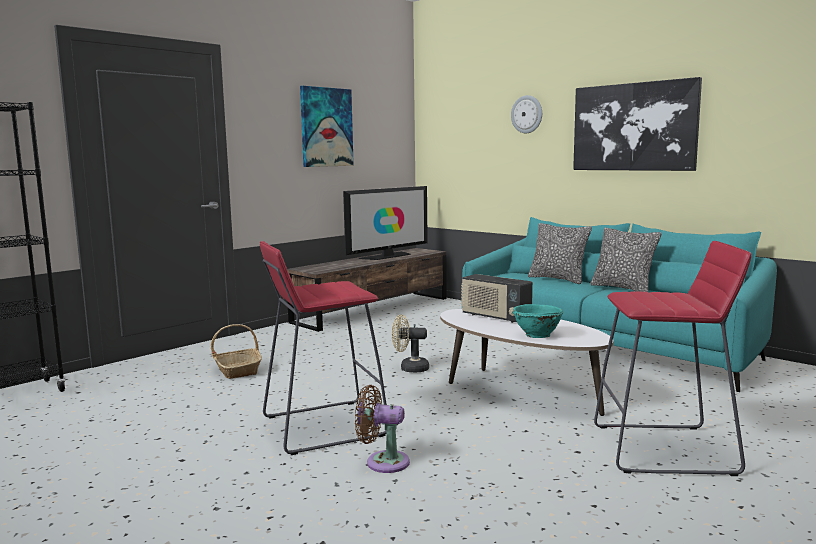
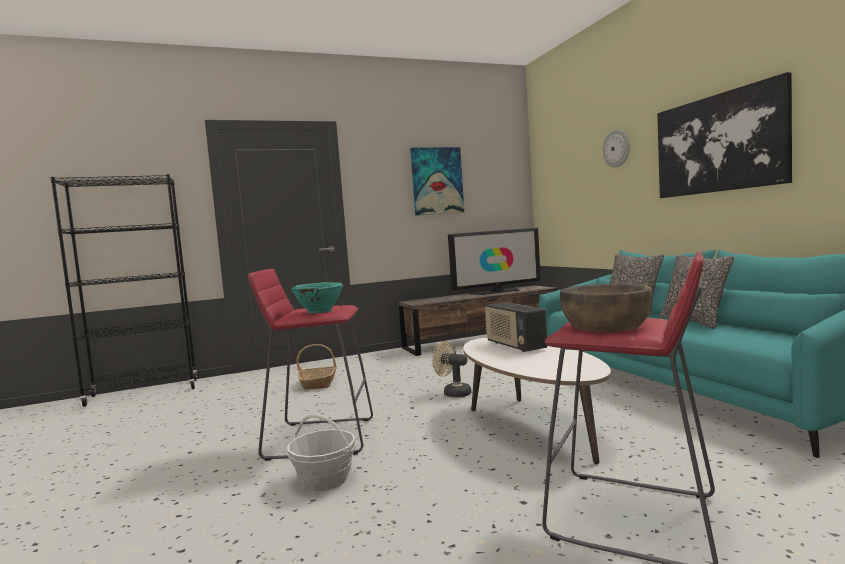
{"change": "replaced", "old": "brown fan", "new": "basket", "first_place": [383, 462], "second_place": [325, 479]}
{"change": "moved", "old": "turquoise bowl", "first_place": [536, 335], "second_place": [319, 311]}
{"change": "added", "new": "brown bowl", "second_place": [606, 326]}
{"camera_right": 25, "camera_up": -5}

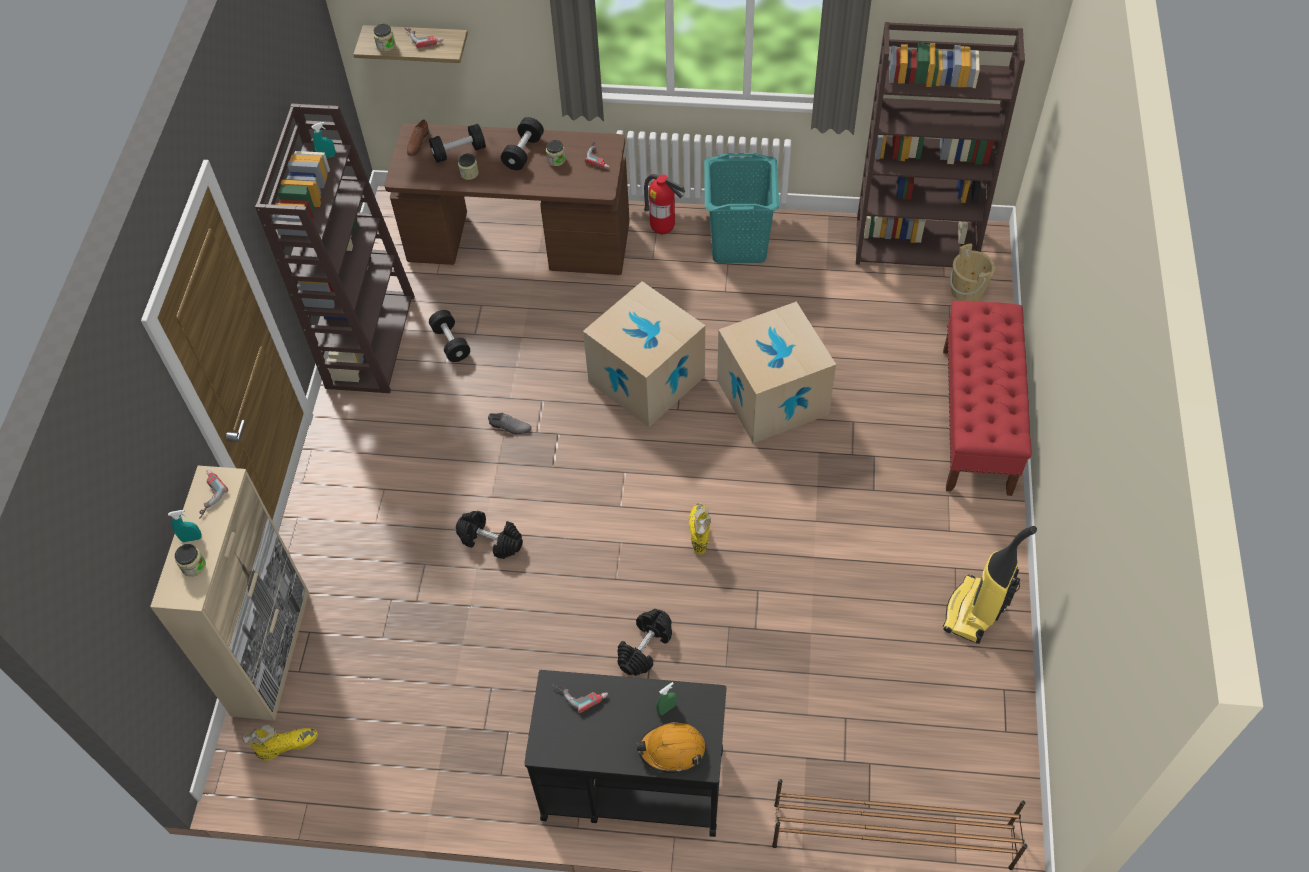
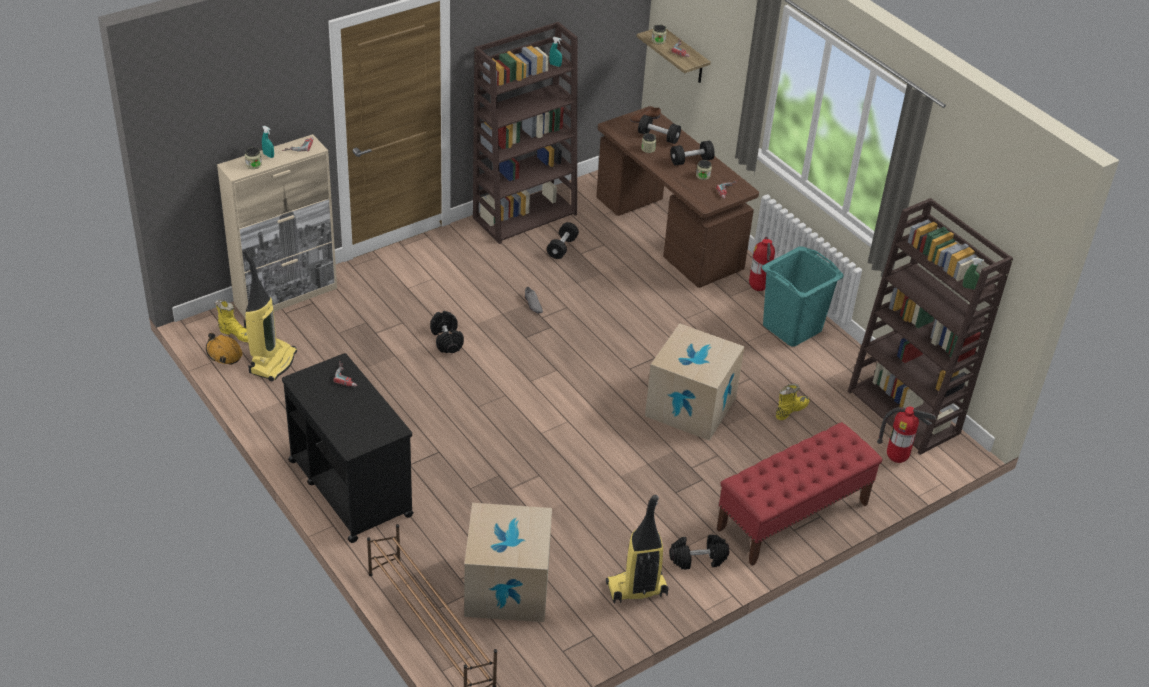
{"change": "moved", "old": "orange hard hat", "first_place": [672, 749], "second_place": [224, 353]}
{"change": "added", "new": "vacuum cleaner", "second_place": [272, 362]}
{"change": "moved", "old": "cardboard box", "first_place": [646, 379], "second_place": [507, 588]}
{"change": "moved", "old": "black dumbbell", "first_place": [645, 647], "second_place": [698, 559]}
{"change": "moved", "old": "yellow boot", "first_place": [698, 532], "second_place": [790, 410]}
{"change": "replaced", "old": "beige bucket", "new": "fire extinguisher", "first_place": [967, 291], "second_place": [897, 458]}
{"change": "moved", "old": "green spray bottle", "first_place": [666, 708], "second_place": [969, 287]}
{"camera_right": 45, "camera_up": -15}

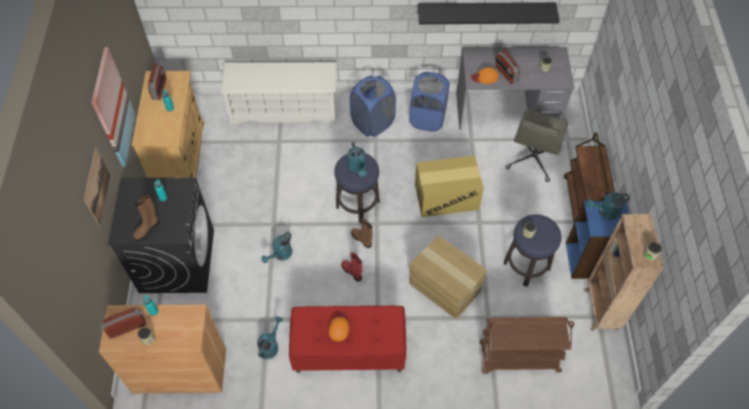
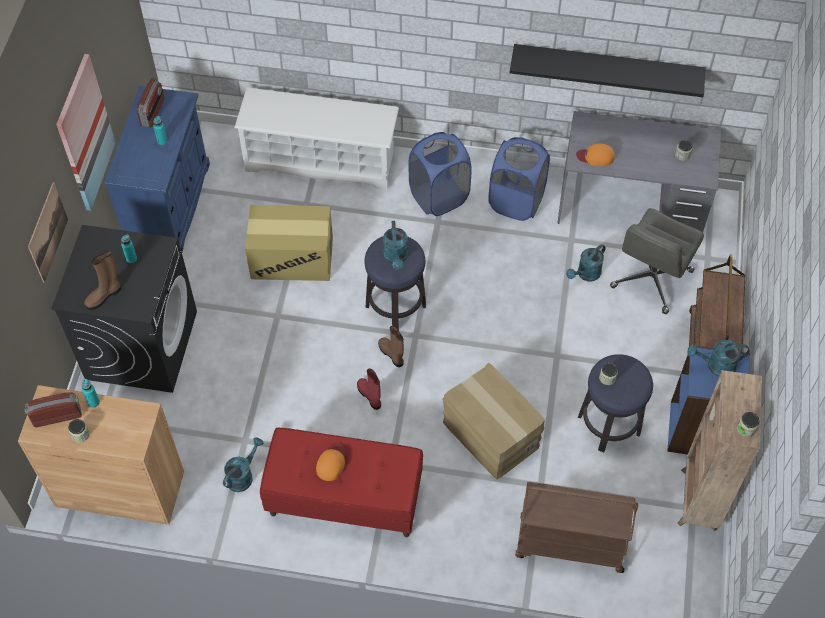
{"change": "recoloured", "old": "beige cabinet", "new": "blue cabinet", "first_place": [179, 156], "second_place": [169, 205]}
{"change": "moved", "old": "cardboard box", "first_place": [446, 197], "second_place": [291, 258]}
{"change": "moved", "old": "turquoise watering can", "first_place": [280, 255], "second_place": [586, 274]}
{"change": "removed", "old": "radio", "first_place": [505, 73]}
{"camera_right": 10, "camera_up": 0}

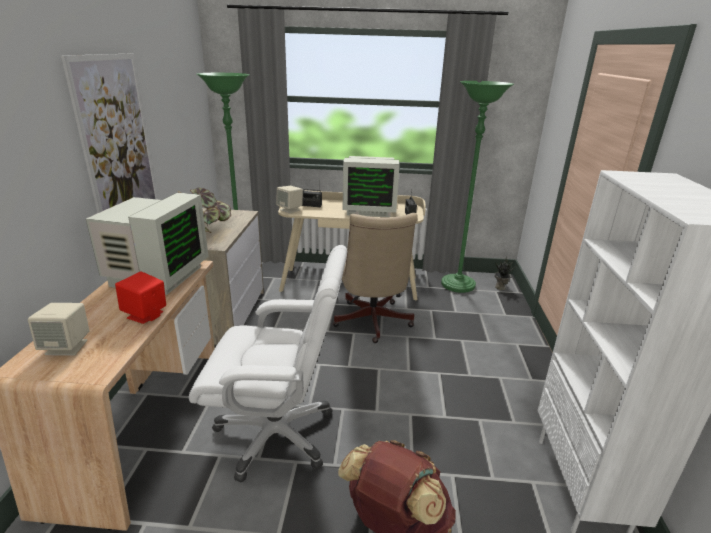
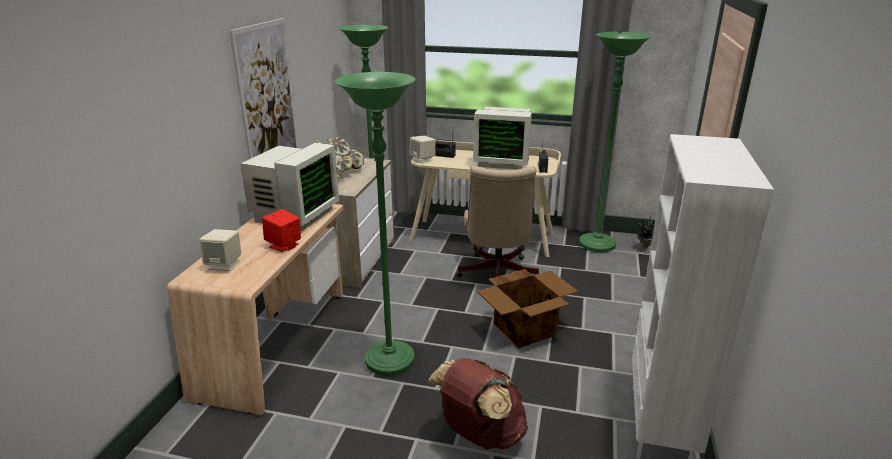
{"change": "replaced", "old": "white office chair", "new": "green floor lamp", "first_place": [277, 433], "second_place": [389, 360]}
{"change": "added", "new": "cardboard box", "second_place": [525, 329]}
{"camera_right": 10, "camera_up": 0}

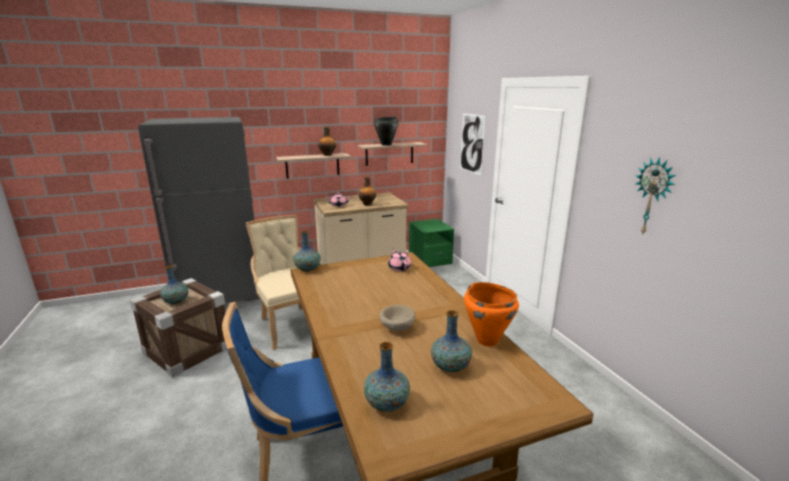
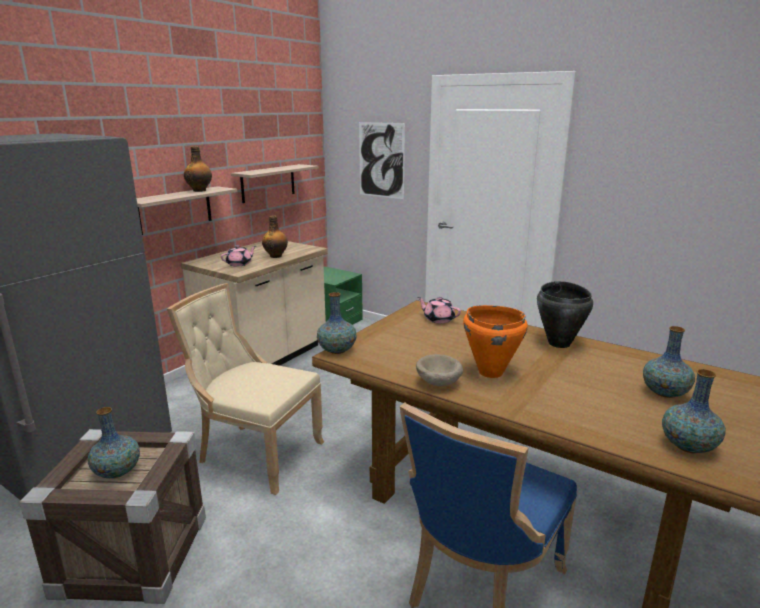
{"change": "moved", "old": "beige bowl", "first_place": [396, 328], "second_place": [438, 383]}
{"change": "moved", "old": "orange cooking pot", "first_place": [487, 340], "second_place": [490, 372]}
{"change": "moved", "old": "black cooking pot", "first_place": [386, 144], "second_place": [559, 343]}
{"change": "removed", "old": "wall clock", "first_place": [653, 197]}
{"camera_right": -35, "camera_up": 0}

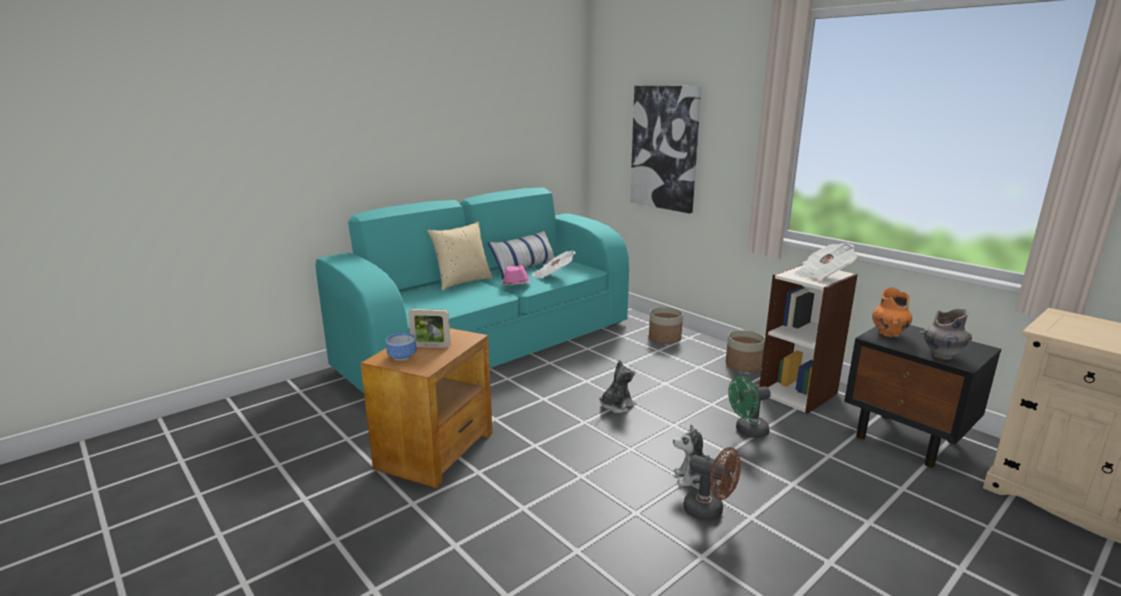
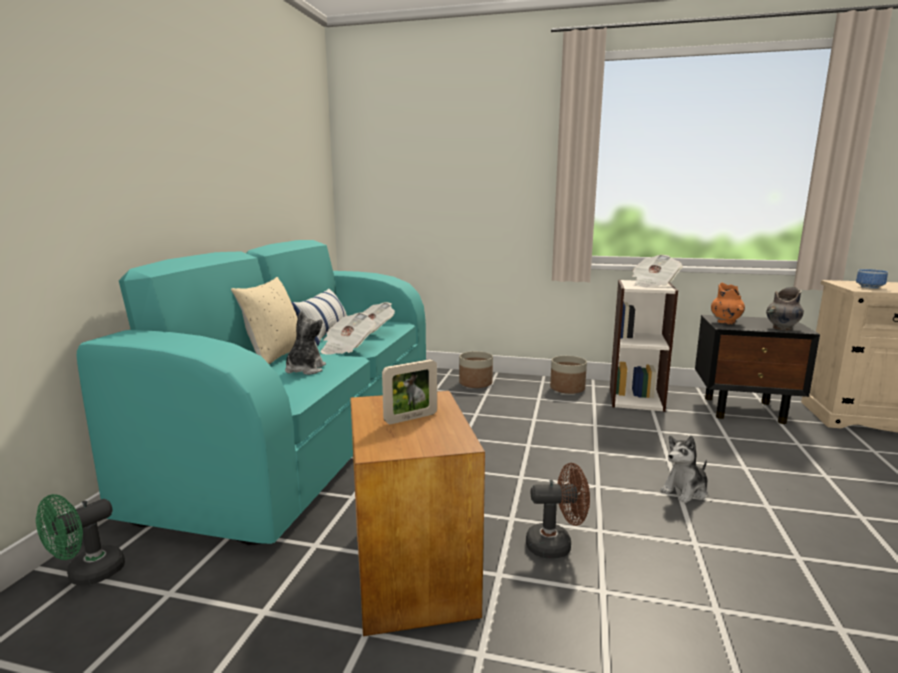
{"change": "moved", "old": "green fan", "first_place": [747, 431], "second_place": [87, 575]}
{"change": "moved", "old": "plush toy", "first_place": [616, 406], "second_place": [304, 370]}
{"change": "replaced", "old": "pink hat", "new": "newspaper", "first_place": [515, 286], "second_place": [347, 348]}
{"change": "moved", "old": "brown fan", "first_place": [709, 511], "second_place": [556, 545]}
{"change": "moved", "old": "bowl", "first_place": [403, 356], "second_place": [868, 287]}
{"change": "removed", "old": "picture", "first_place": [664, 148]}
{"camera_right": -35, "camera_up": -5}

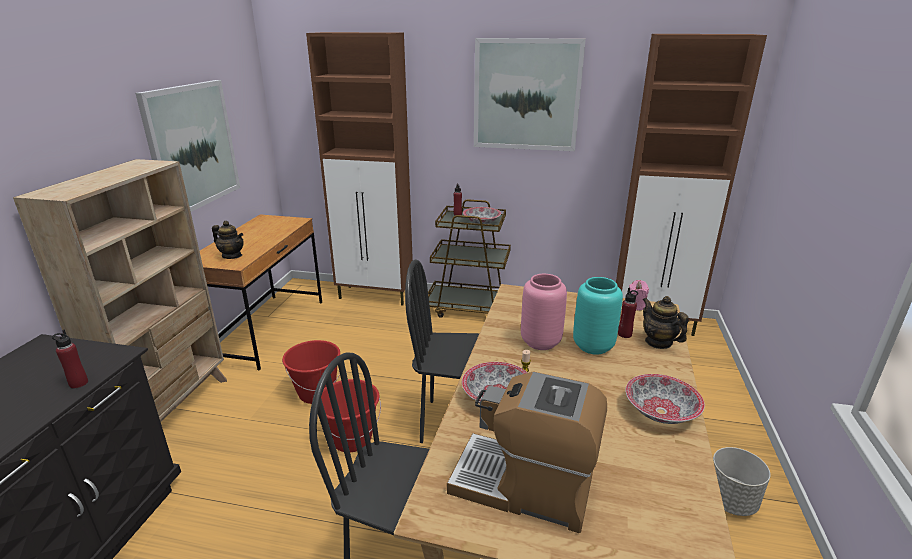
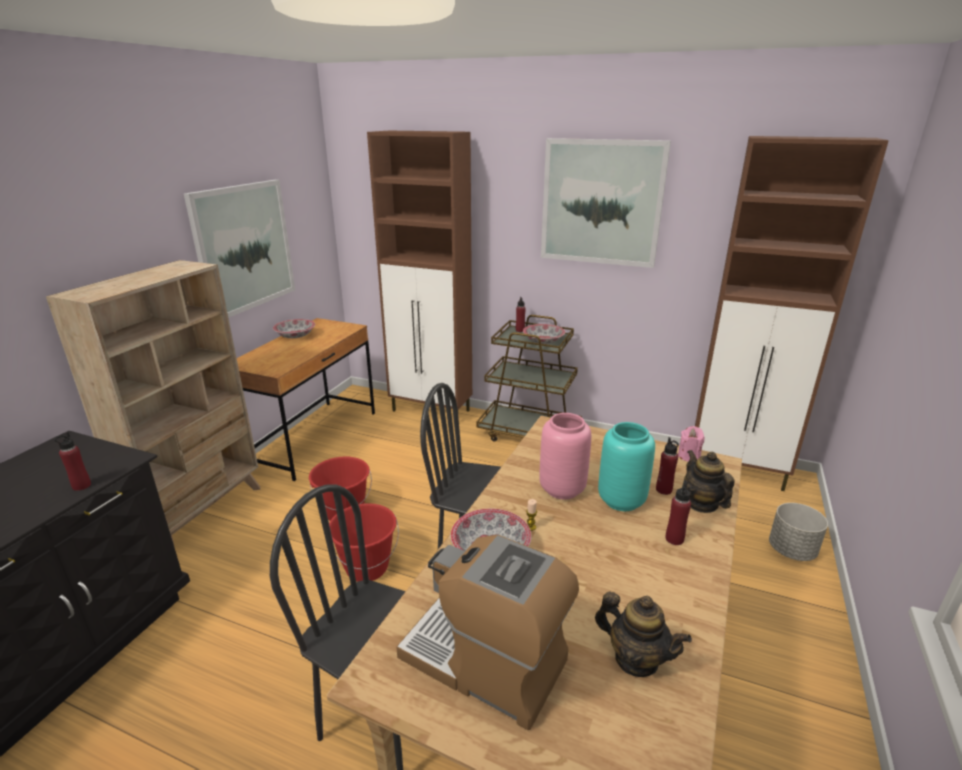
{"change": "moved", "old": "bowl", "first_place": [661, 411], "second_place": [296, 336]}
{"change": "moved", "old": "teapot", "first_place": [232, 256], "second_place": [636, 659]}
{"change": "added", "new": "red bottle", "second_place": [674, 539]}
{"change": "moved", "old": "grey planter", "first_place": [730, 501], "second_place": [792, 550]}
{"camera_right": 10, "camera_up": 0}

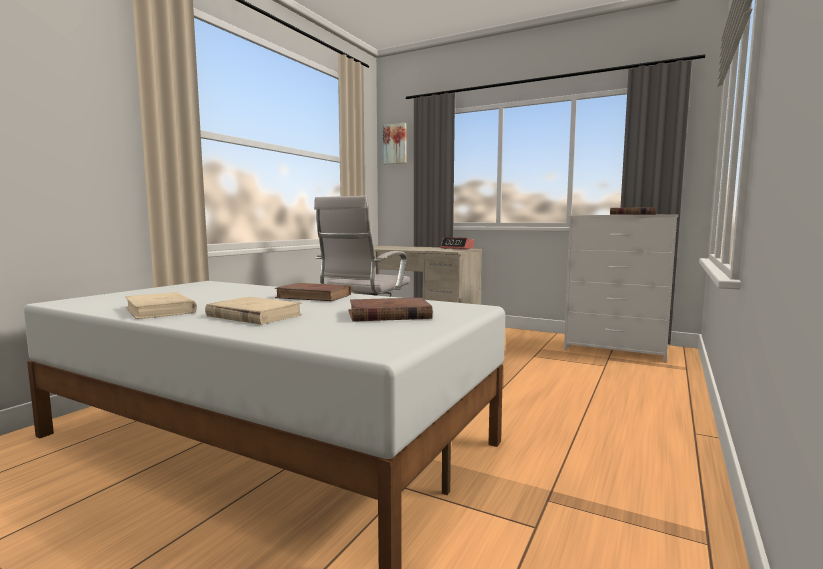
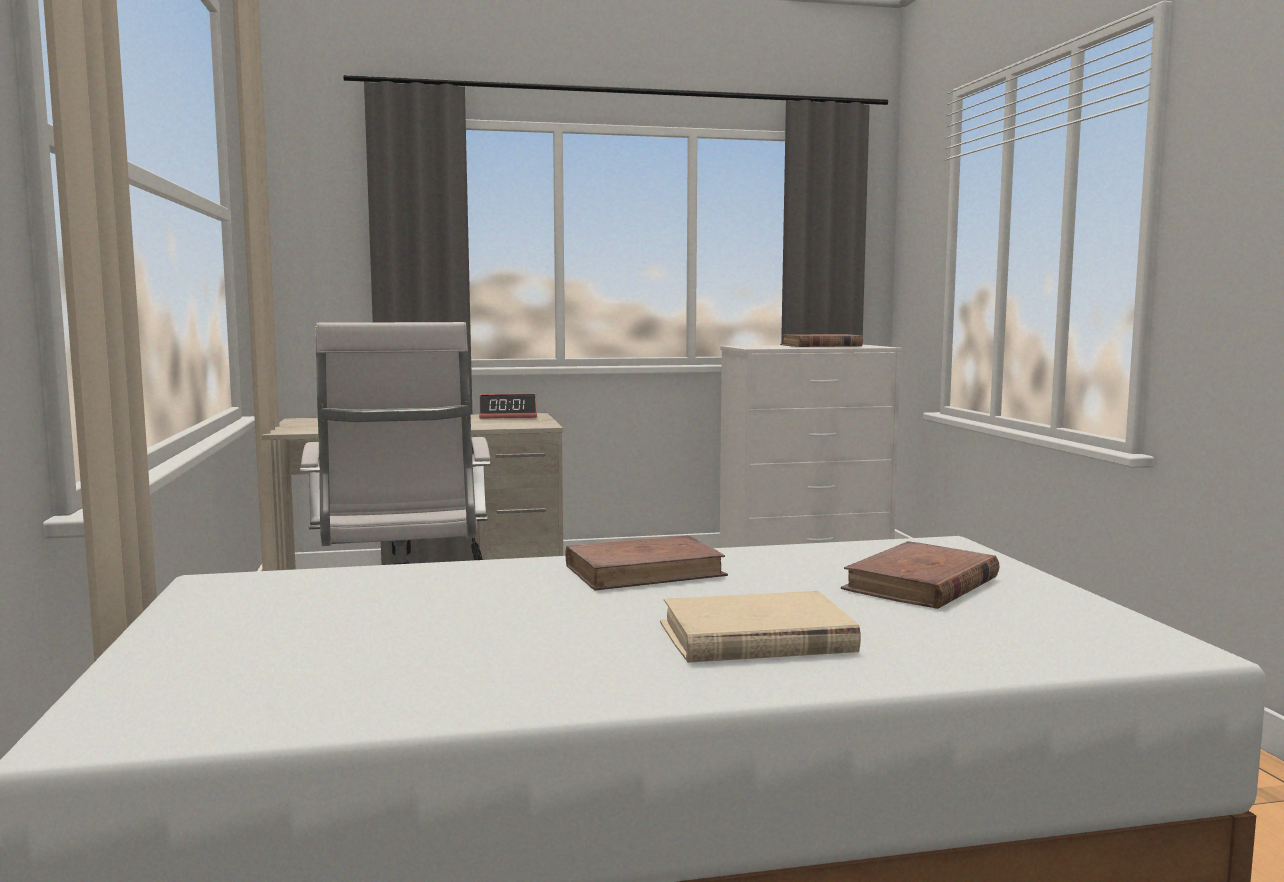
{"change": "removed", "old": "beige book", "first_place": [160, 310]}
{"change": "removed", "old": "picture", "first_place": [395, 144]}
{"camera_right": -40, "camera_up": 0}

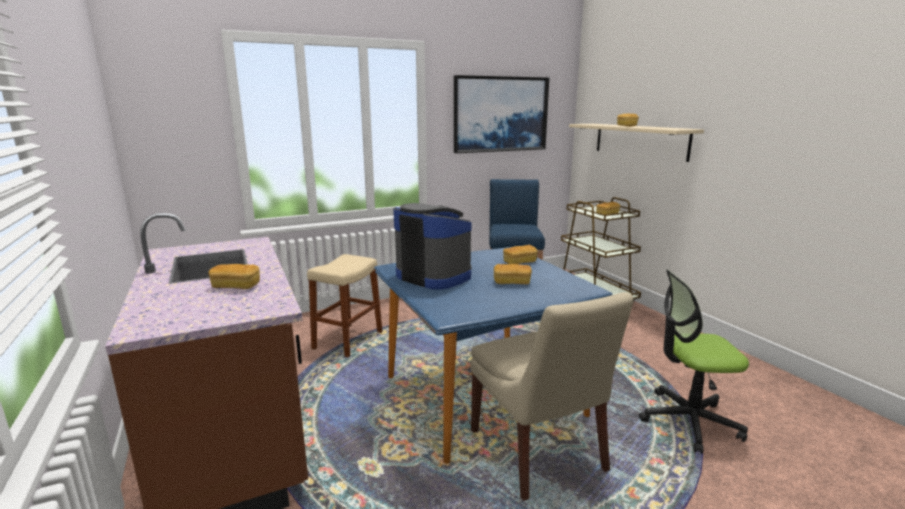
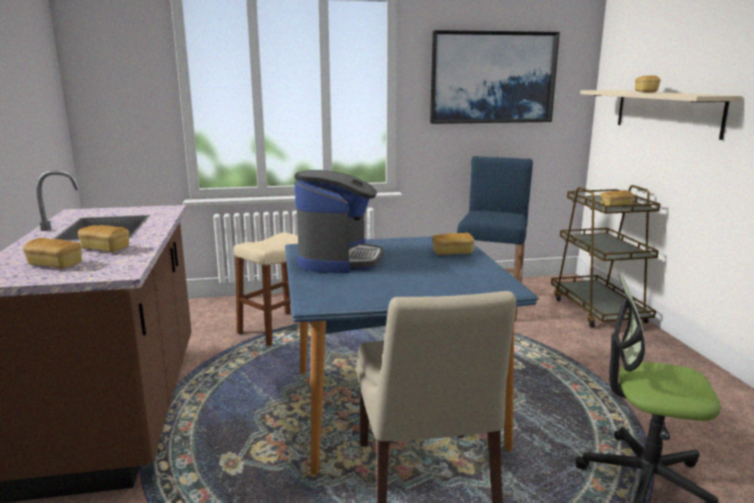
{"change": "moved", "old": "bread", "first_place": [512, 282], "second_place": [55, 265]}
{"change": "turned", "old": "coffee machine", "first_place": [434, 276], "second_place": [339, 259], "degrees": 45}
{"camera_right": 15, "camera_up": 0}

